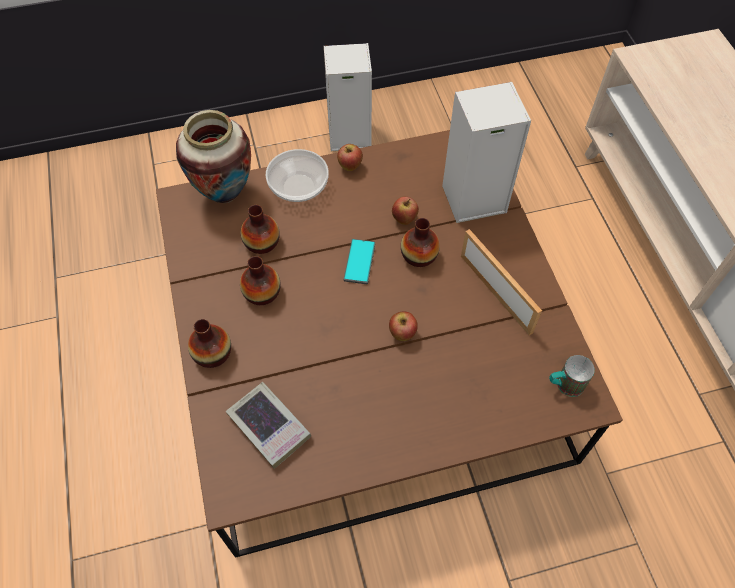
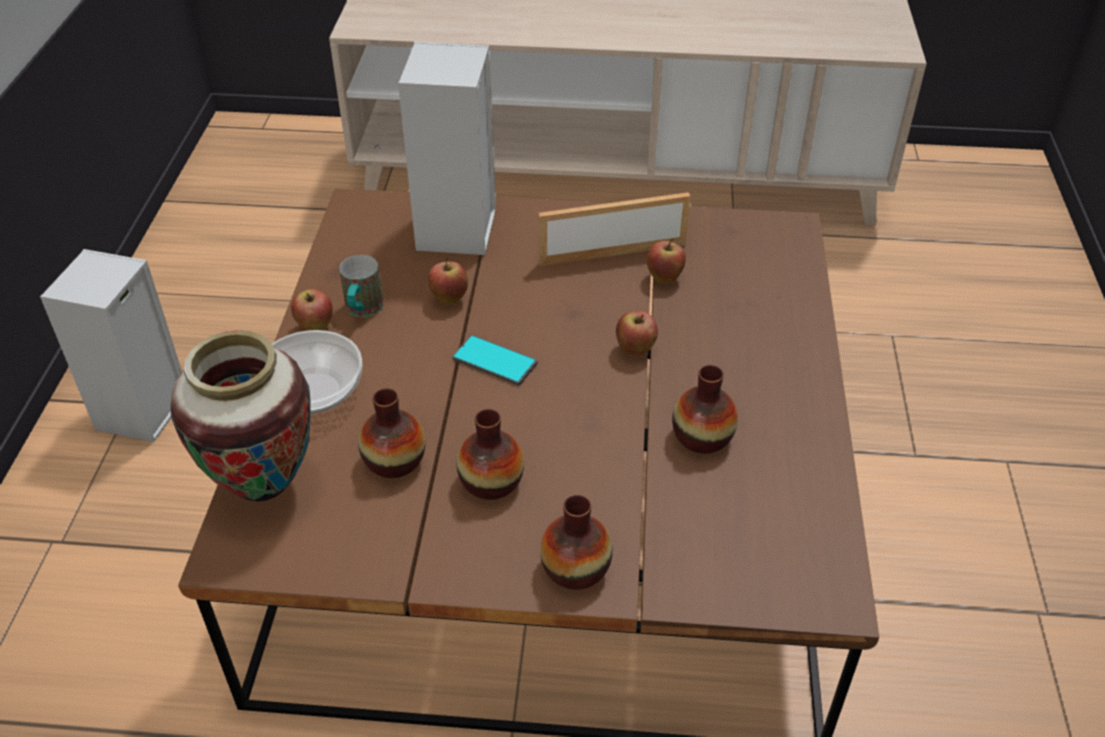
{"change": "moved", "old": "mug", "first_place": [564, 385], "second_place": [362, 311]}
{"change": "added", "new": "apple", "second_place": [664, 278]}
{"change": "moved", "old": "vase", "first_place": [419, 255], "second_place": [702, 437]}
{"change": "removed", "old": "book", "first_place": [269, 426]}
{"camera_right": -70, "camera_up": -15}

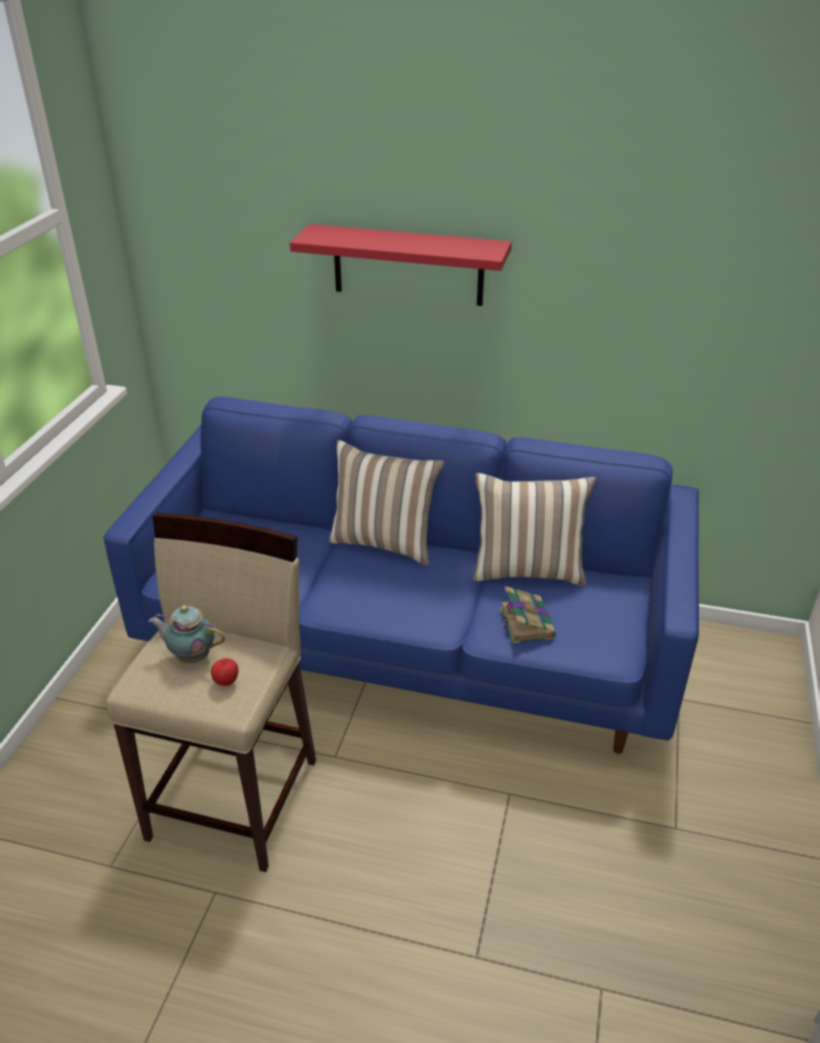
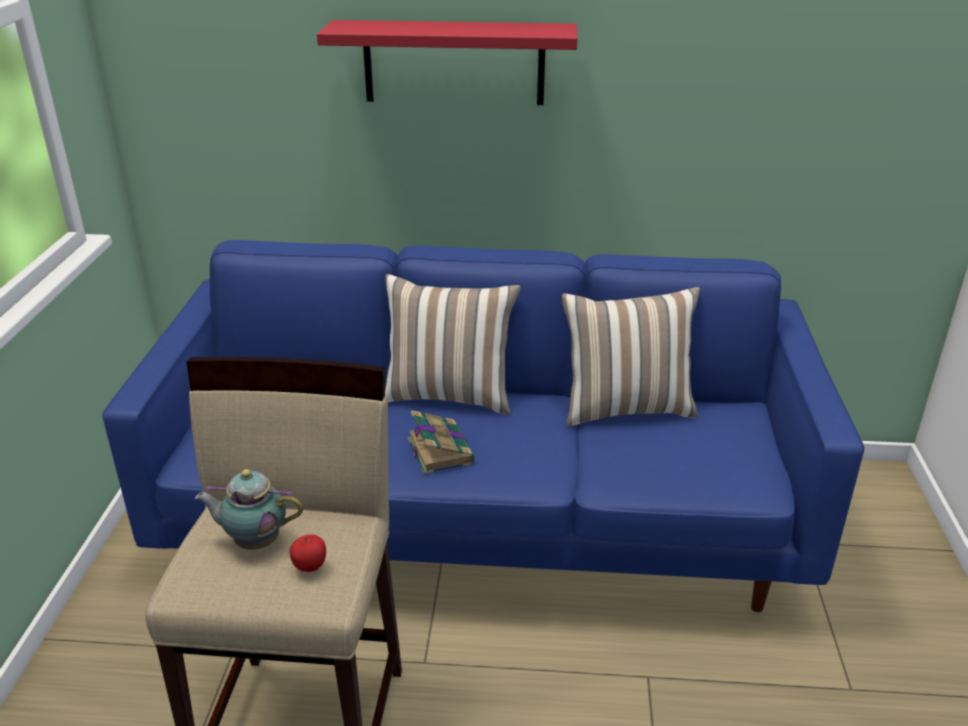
{"change": "moved", "old": "book", "first_place": [526, 622], "second_place": [439, 450]}
{"camera_right": -10, "camera_up": -5}

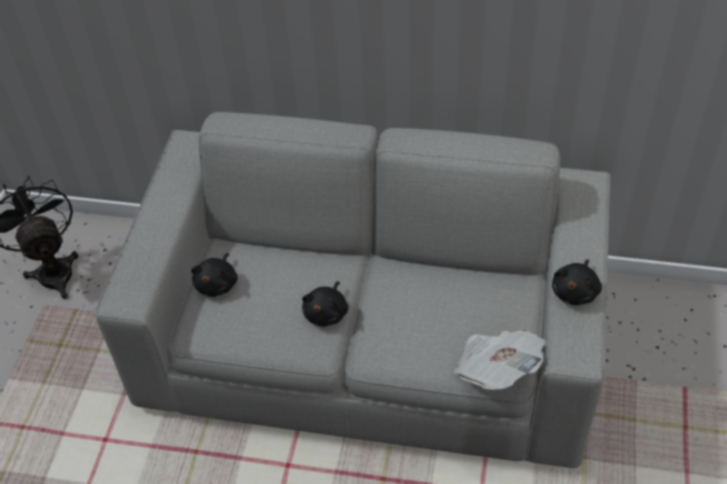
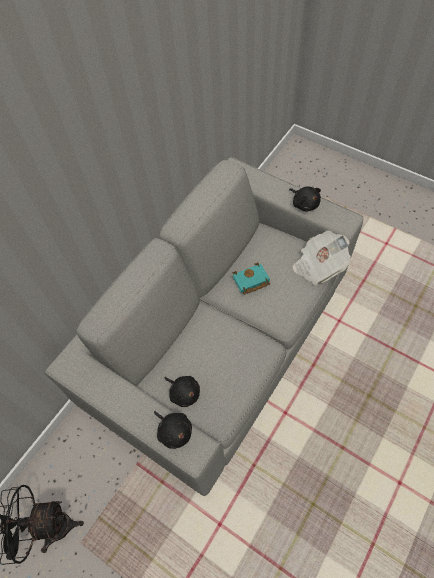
{"change": "moved", "old": "black plush toy", "first_place": [327, 313], "second_place": [174, 431]}
{"change": "added", "new": "turquoise book", "second_place": [250, 281]}
{"camera_right": -65, "camera_up": 10}

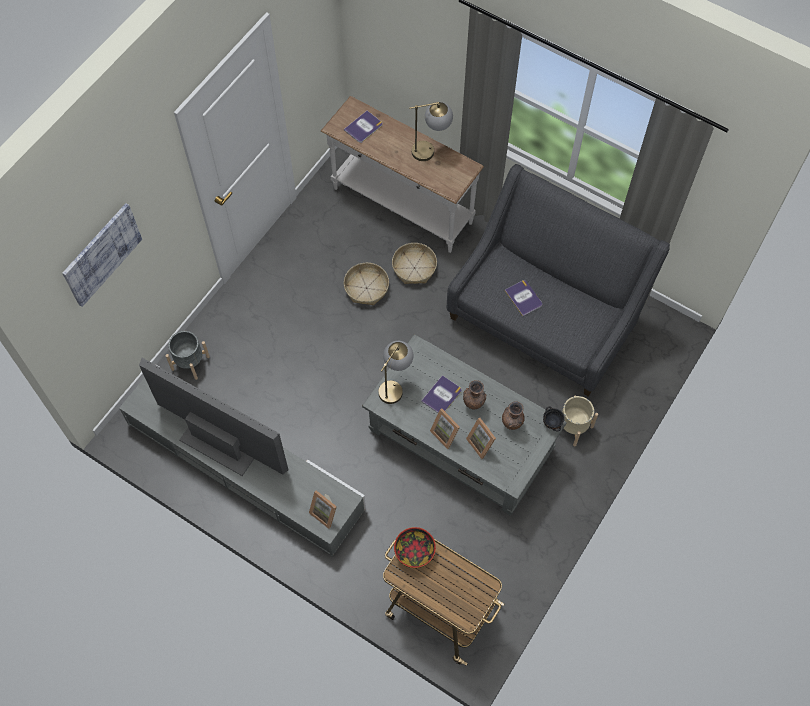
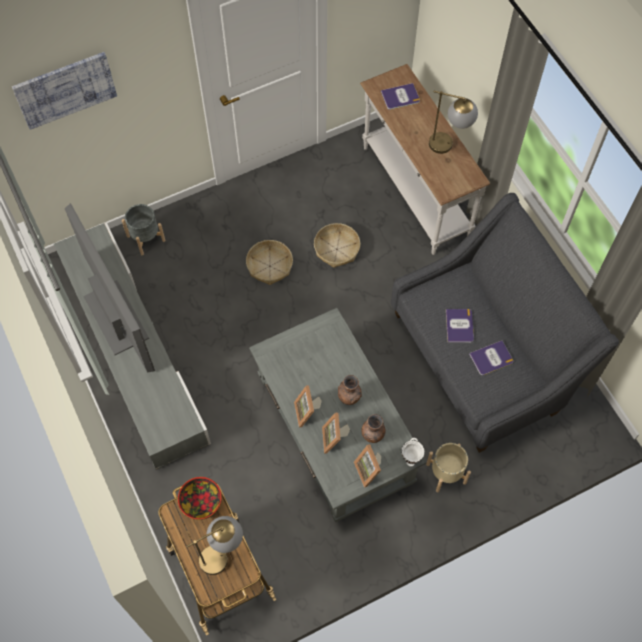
{"change": "moved", "old": "table lamp", "first_place": [394, 385], "second_place": [223, 555]}
{"change": "moved", "old": "basket", "first_place": [414, 268], "second_place": [269, 266]}
{"change": "moved", "old": "picture frame", "first_place": [326, 512], "second_place": [369, 470]}
{"change": "recoloured", "old": "black bowl", "new": "white bowl", "first_place": [552, 424], "second_place": [411, 456]}
{"change": "moved", "old": "book", "first_place": [442, 395], "second_place": [491, 358]}
{"camera_right": 30, "camera_up": 0}

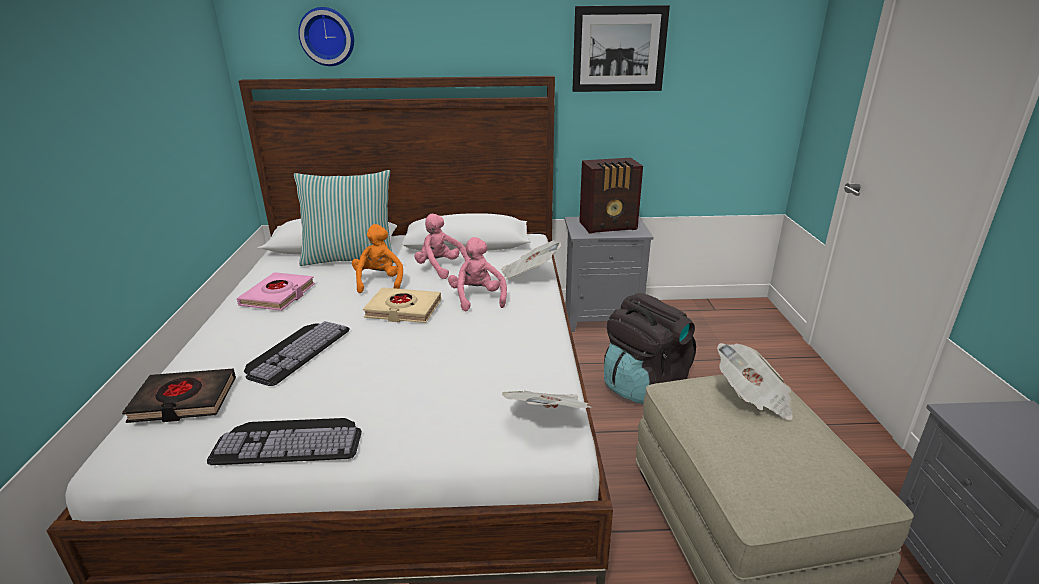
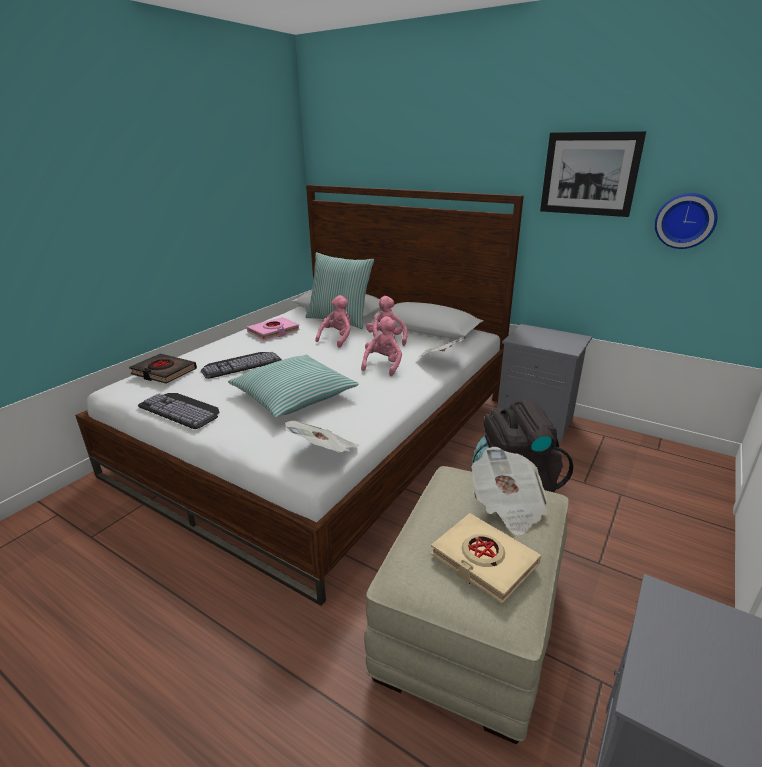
{"change": "added", "new": "pillow", "second_place": [294, 396]}
{"change": "recoloured", "old": "orange plush toy", "new": "pink plush toy", "first_place": [379, 282], "second_place": [337, 339]}
{"change": "moved", "old": "beige book", "first_place": [403, 310], "second_place": [483, 560]}
{"change": "moved", "old": "wall clock", "first_place": [327, 36], "second_place": [685, 220]}
{"change": "removed", "old": "radio", "first_place": [609, 226]}
{"camera_right": 35, "camera_up": 0}

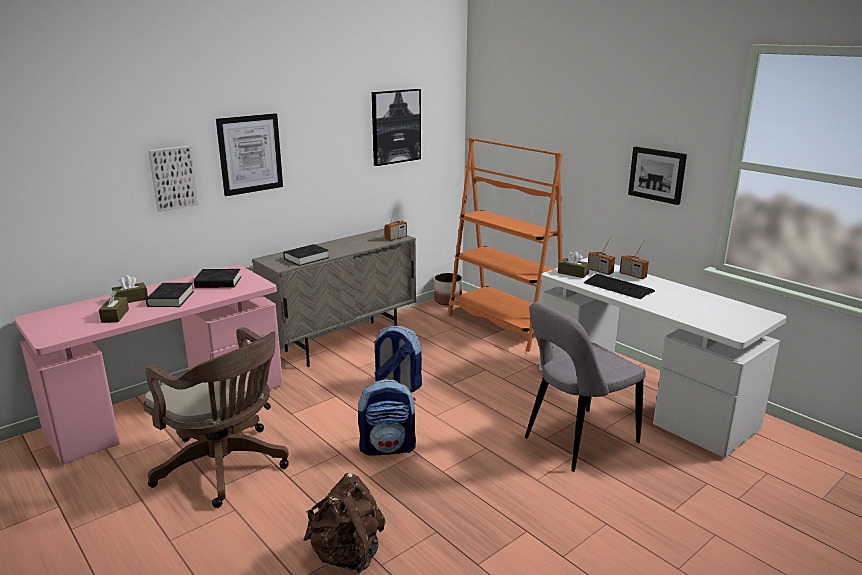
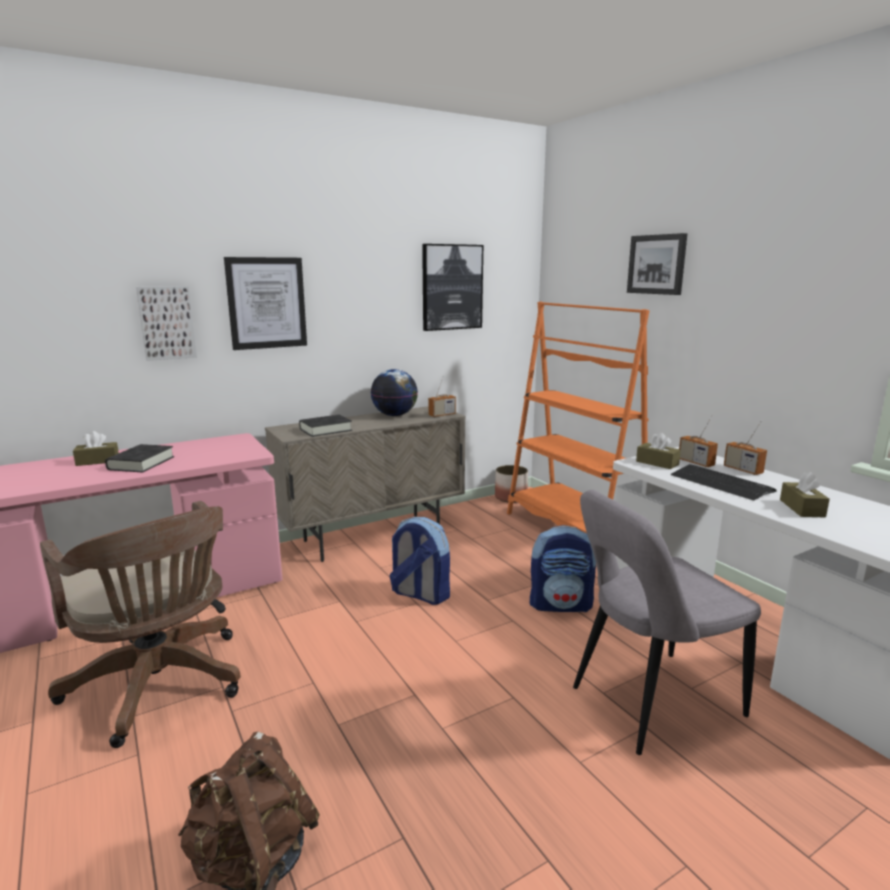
{"change": "added", "new": "globe", "second_place": [395, 415]}
{"change": "moved", "old": "backpack", "first_place": [388, 447], "second_place": [561, 604]}
{"change": "moved", "old": "picture", "first_place": [657, 174], "second_place": [657, 264]}
{"change": "moved", "old": "brown tissue box", "first_place": [115, 316], "second_place": [802, 508]}
{"change": "removed", "old": "black book", "first_place": [218, 282]}
{"camera_right": 10, "camera_up": -5}

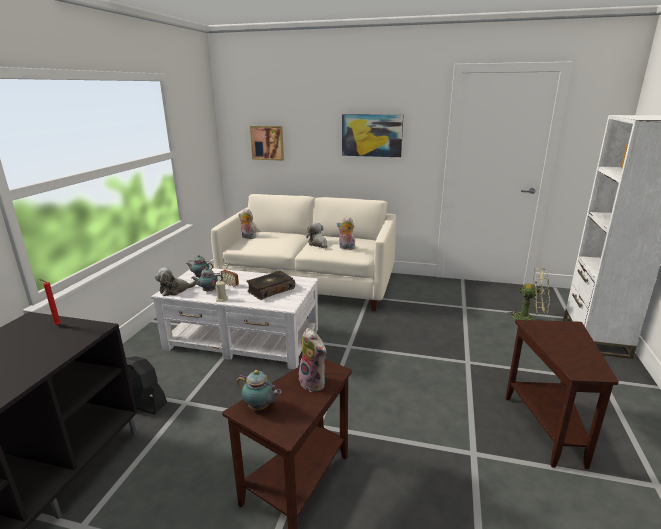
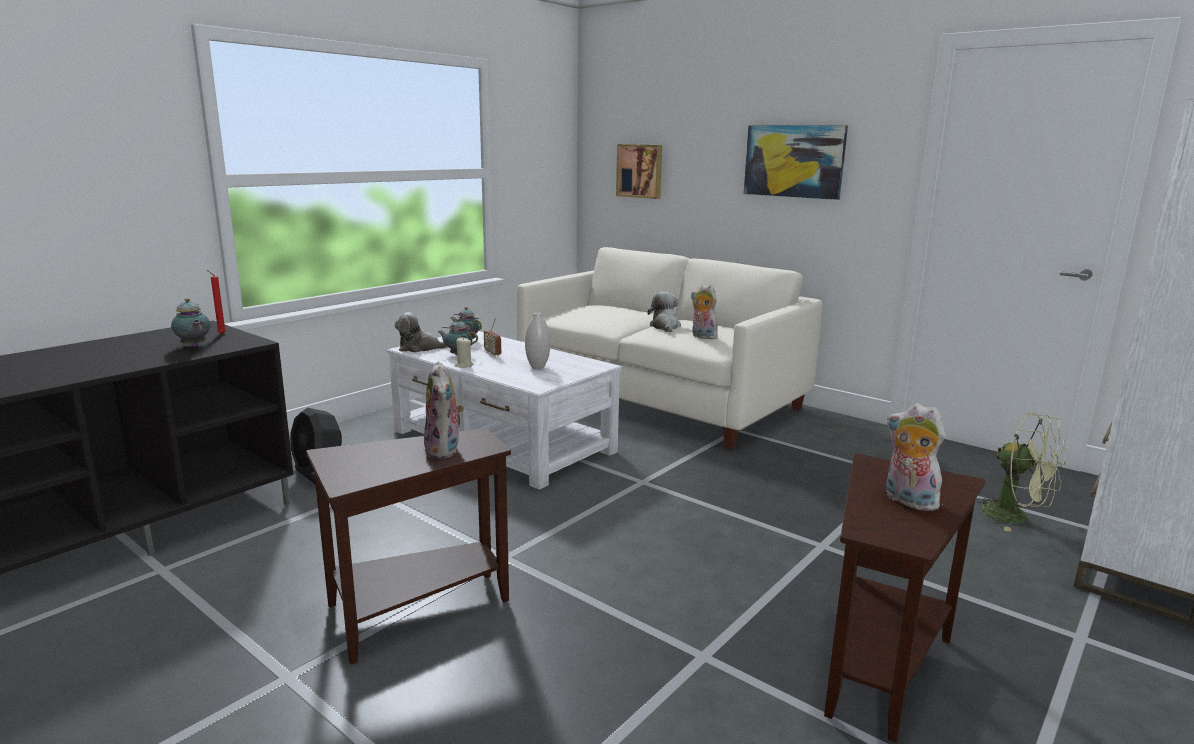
{"change": "moved", "old": "teapot", "first_place": [260, 407], "second_place": [194, 346]}
{"change": "replaced", "old": "book", "new": "white vase", "first_place": [270, 290], "second_place": [537, 367]}
{"change": "moved", "old": "plush toy", "first_place": [248, 237], "second_place": [907, 501]}
{"camera_right": 25, "camera_up": -5}

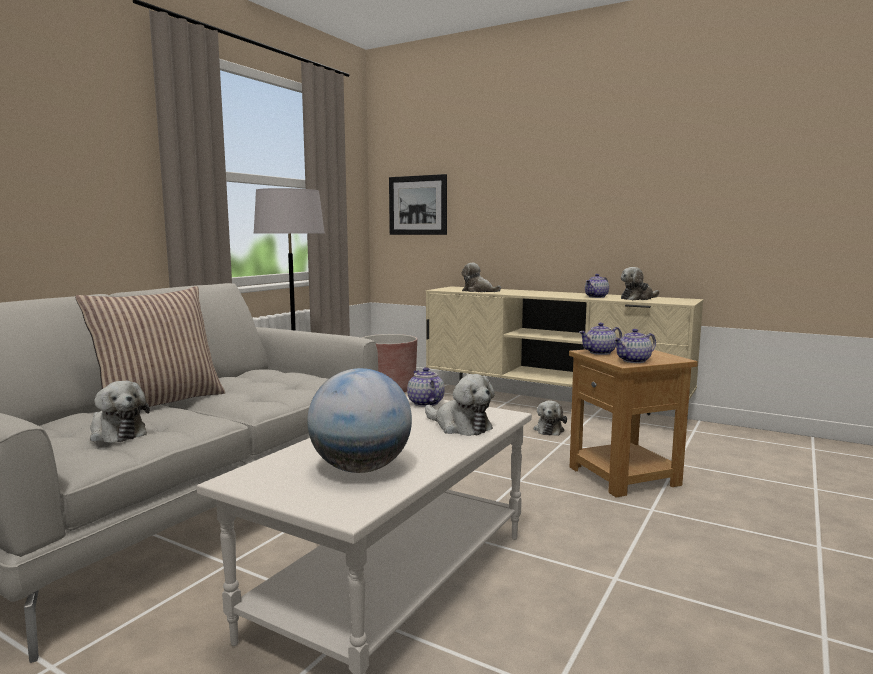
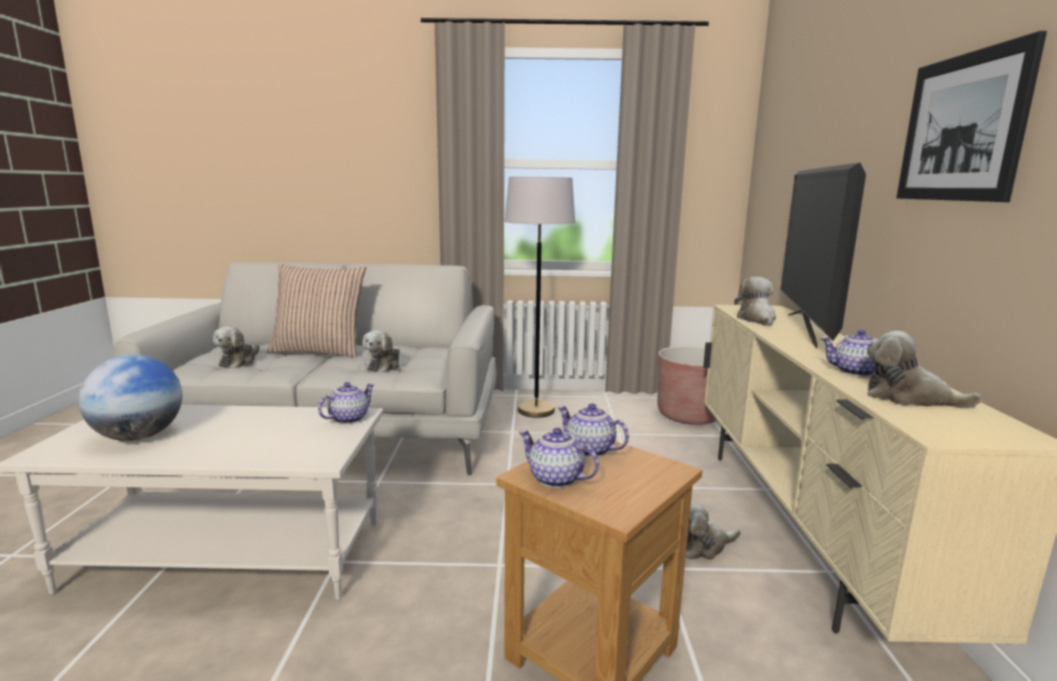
{"change": "moved", "old": "plush toy", "first_place": [460, 426], "second_place": [383, 365]}
{"change": "added", "new": "television", "second_place": [803, 330]}
{"change": "moved", "old": "picture", "first_place": [417, 205], "second_place": [962, 128]}
{"camera_right": 60, "camera_up": 5}

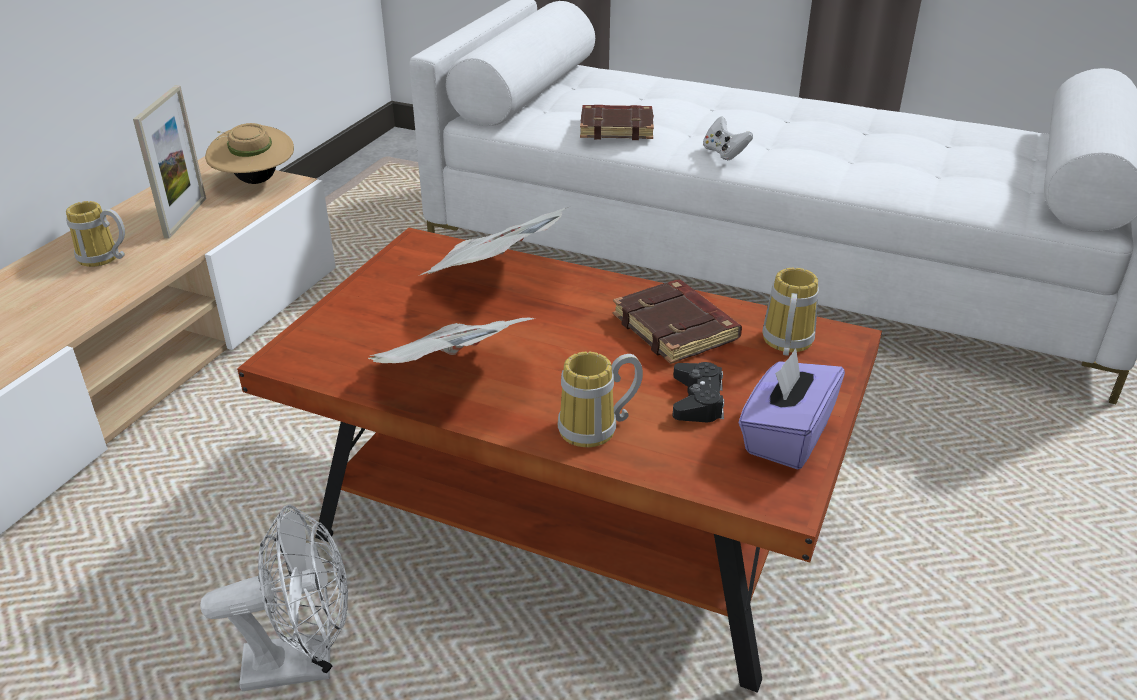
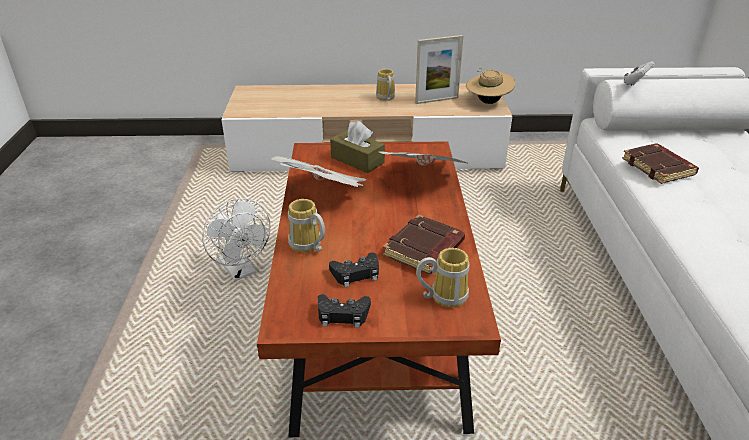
{"change": "replaced", "old": "purple tissue box", "new": "black game controller", "first_place": [785, 436], "second_place": [343, 315]}
{"change": "added", "new": "brown tissue box", "second_place": [357, 160]}
{"change": "moved", "old": "white game controller", "first_place": [724, 153], "second_place": [635, 83]}
{"camera_right": 65, "camera_up": 0}

